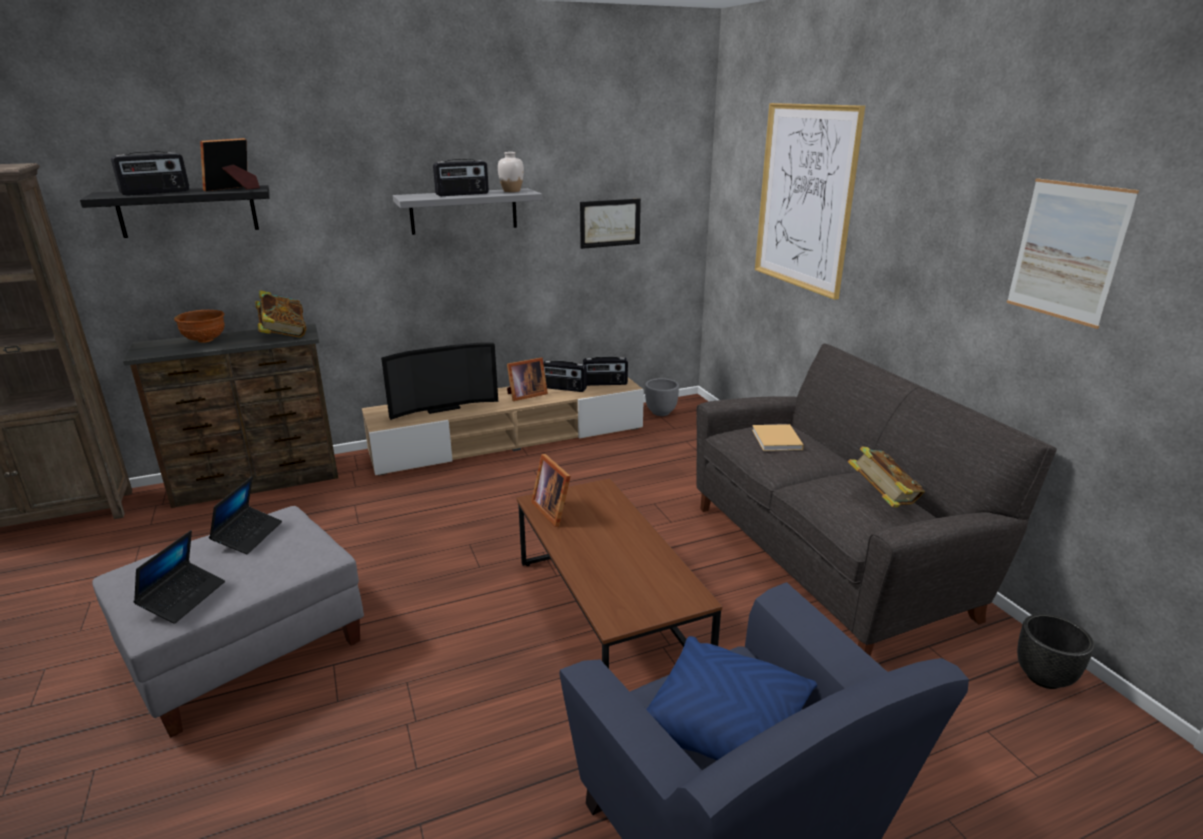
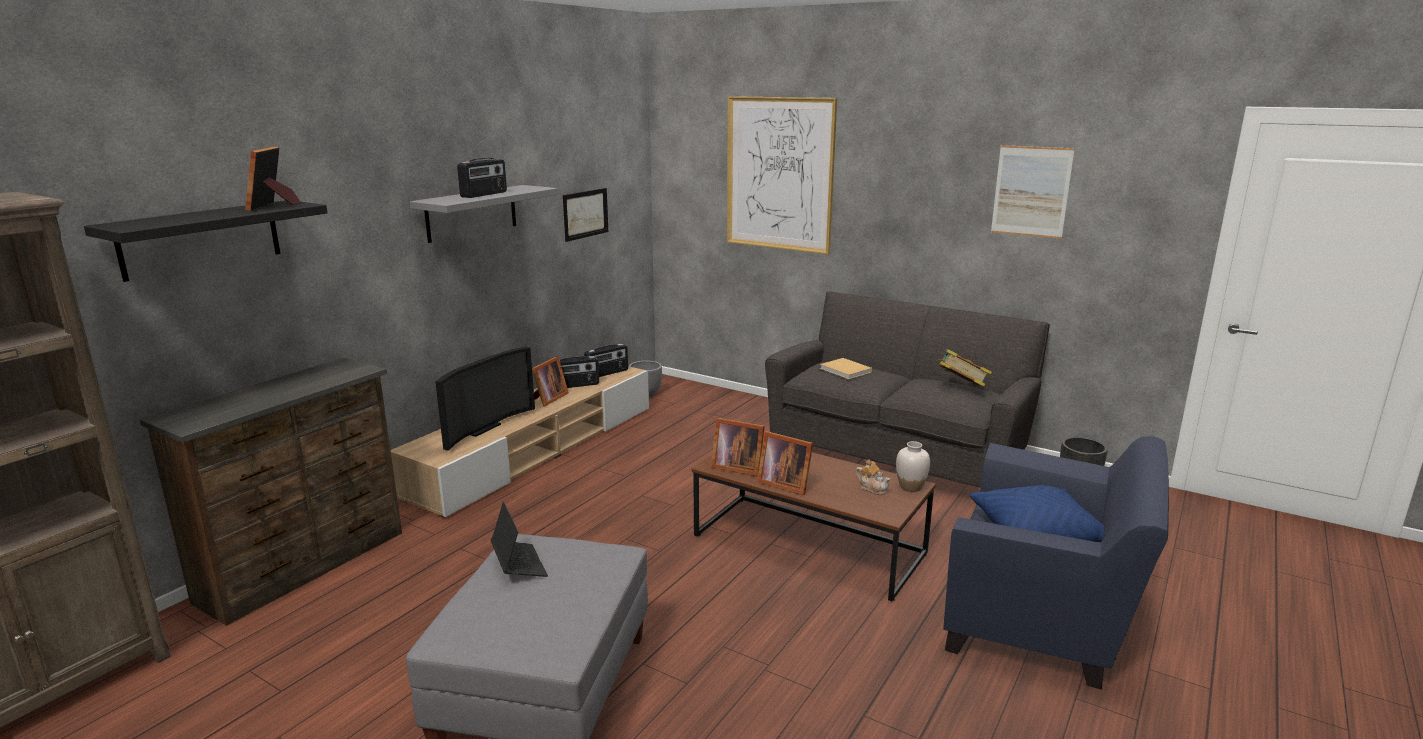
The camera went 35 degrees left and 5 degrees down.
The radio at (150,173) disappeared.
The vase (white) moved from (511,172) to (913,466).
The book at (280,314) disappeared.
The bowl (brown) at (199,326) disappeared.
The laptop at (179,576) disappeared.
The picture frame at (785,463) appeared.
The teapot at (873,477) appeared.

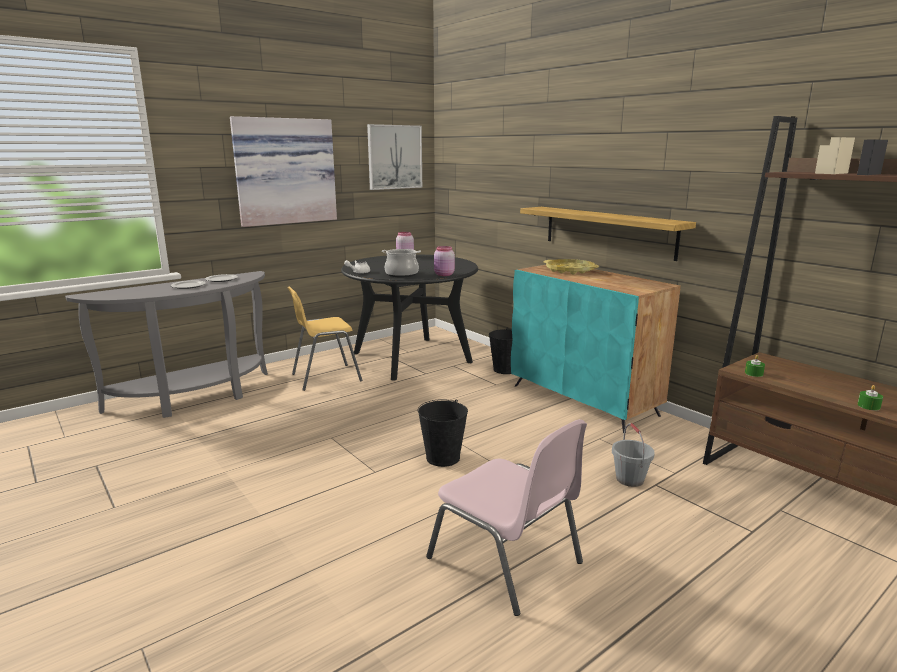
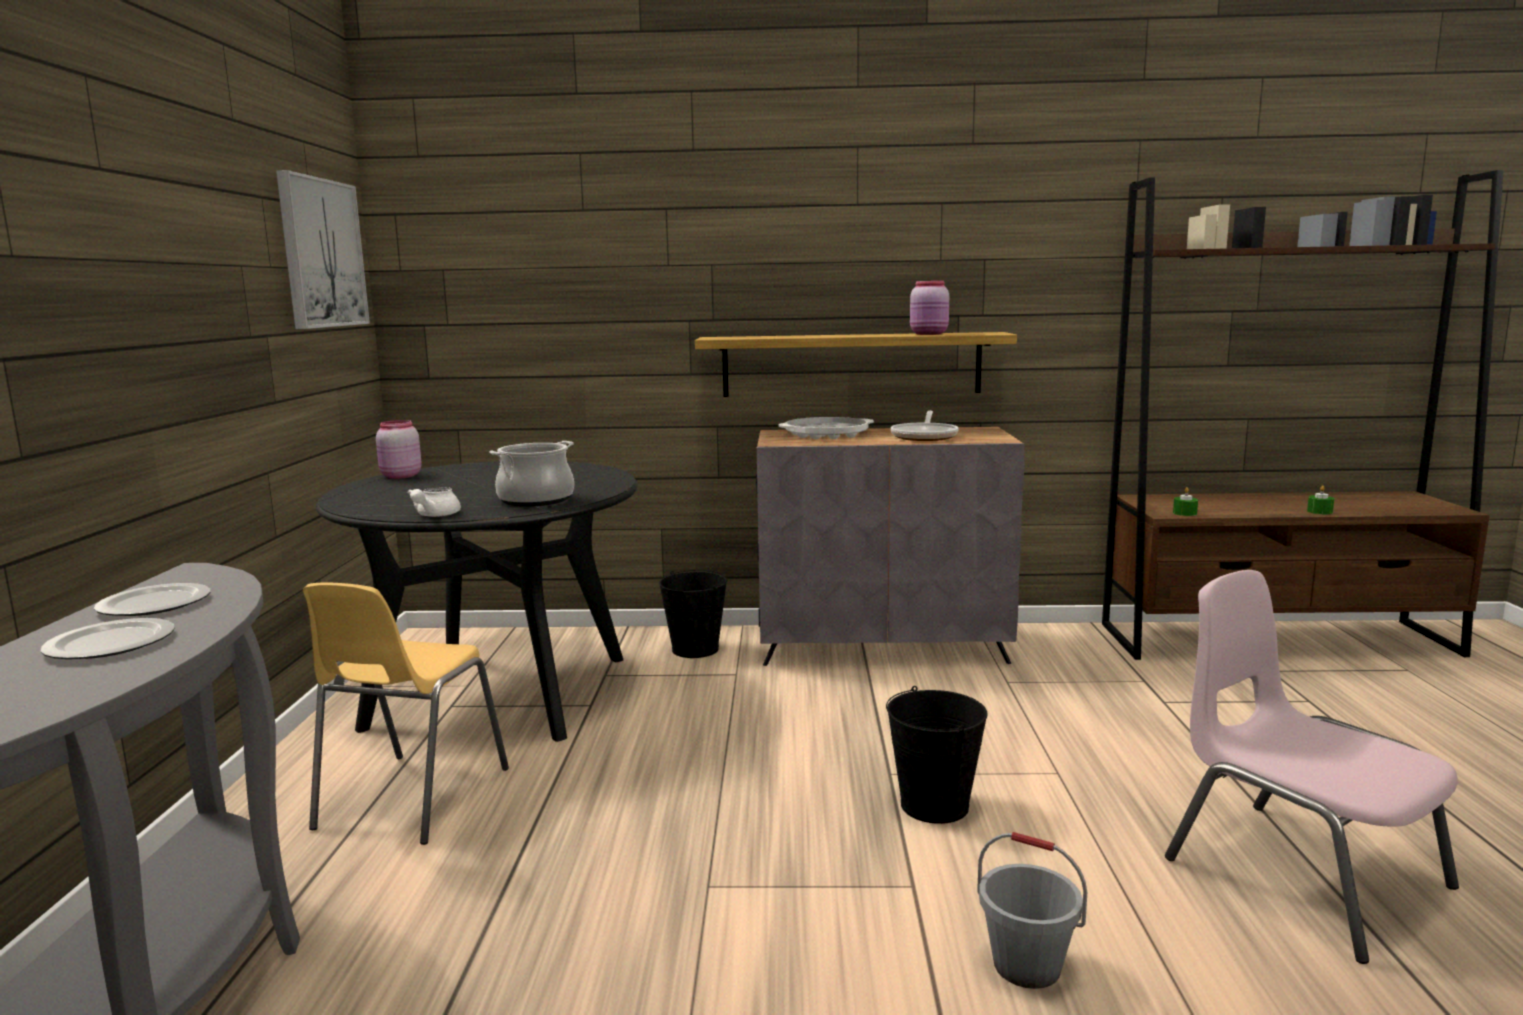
The camera went 50 degrees left and 5 degrees down.
The picture at (283,171) disappeared.
The jar (pink) moved from (444,261) to (929,308).
The tray (yellow) at (571,266) became the tray (white) at (826,428).
The cabinet (turquoise) at (596,349) became the cabinet (grey) at (890,546).
The chair (pink) at (506,517) turned 120 degrees counterclockwise.
The bucket (grey) moved from (633,455) to (1032,910).
The frying pan at (924,426) appeared.

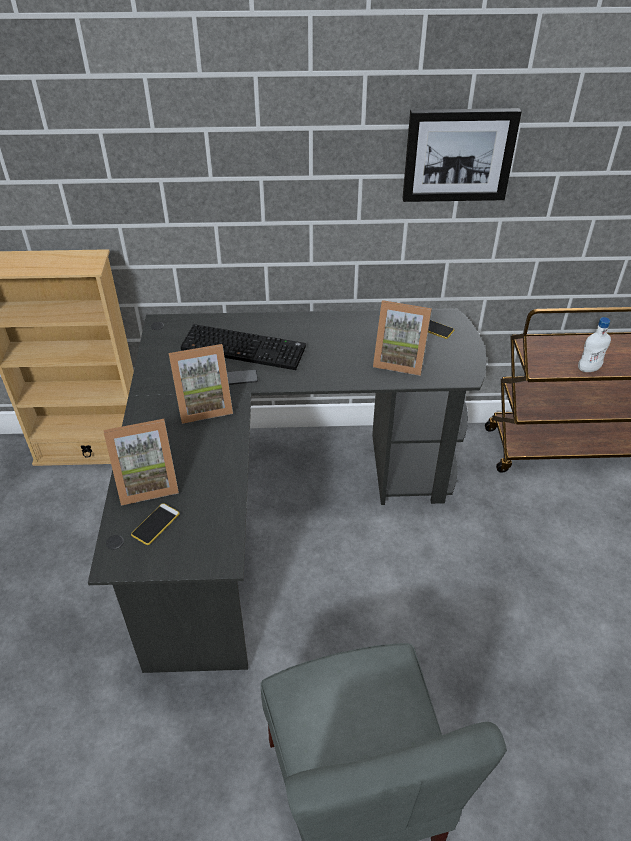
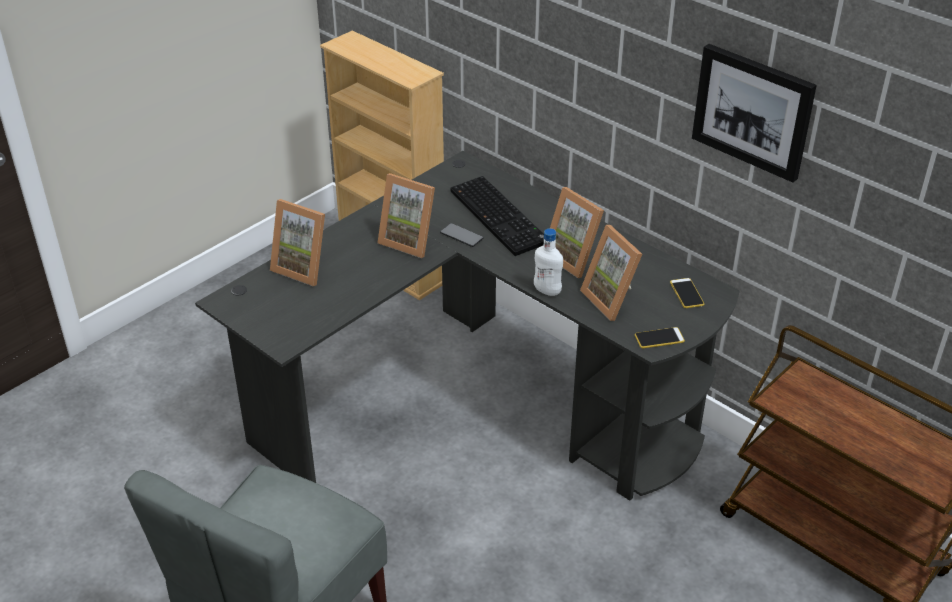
The camera went 45 degrees right and 5 degrees down.
The bottle (white) moved from (594,344) to (548,262).
The phone moved from (155,524) to (660,337).
The picture frame at (577,232) appeared.

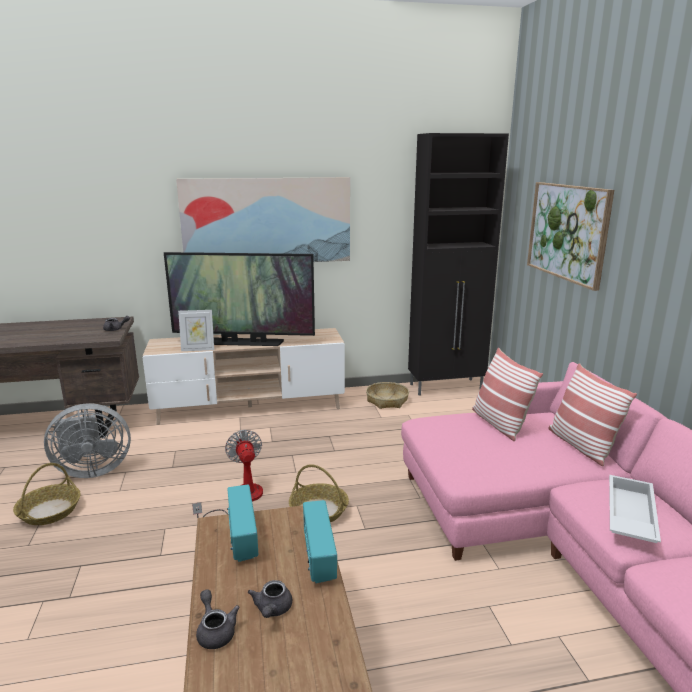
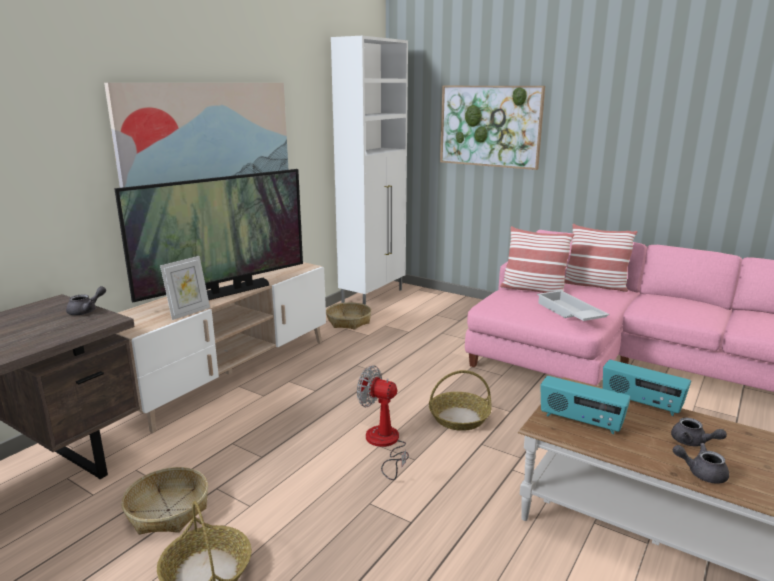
The camera went 45 degrees left and 0 degrees up.
The cabinet (black) at (458,264) became the cabinet (white) at (369,170).
The fan (grey) at (87,440) was replaced by the basket at (164,500).
The tray (white) moved from (635,509) to (573,305).

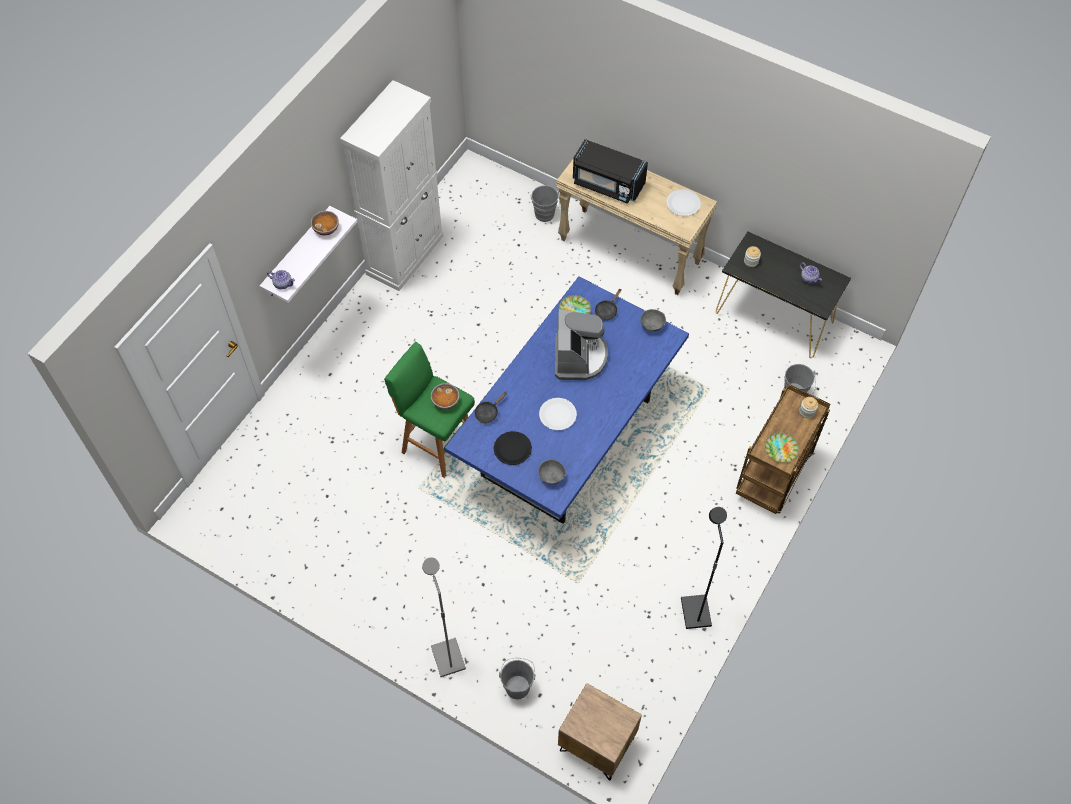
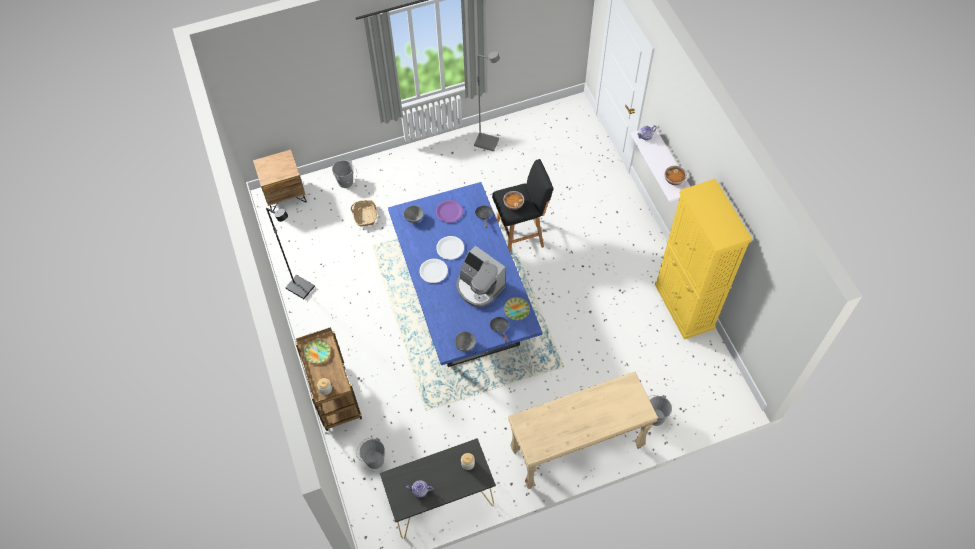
The camera went 130 degrees right and 0 degrees up.
The cabinet (white) at (391,185) became the cabinet (yellow) at (703,259).
The microwave (black) at (610,171) disappeared.
The plate (white) moved from (683,202) to (433,271).
The stool (green) at (429,410) became the stool (black) at (522,206).
The plate (black) at (513,448) became the plate (purple) at (449,211).
The floor lamp (grey) moved from (444,617) to (487,101).
The basket at (364,213) appeared.

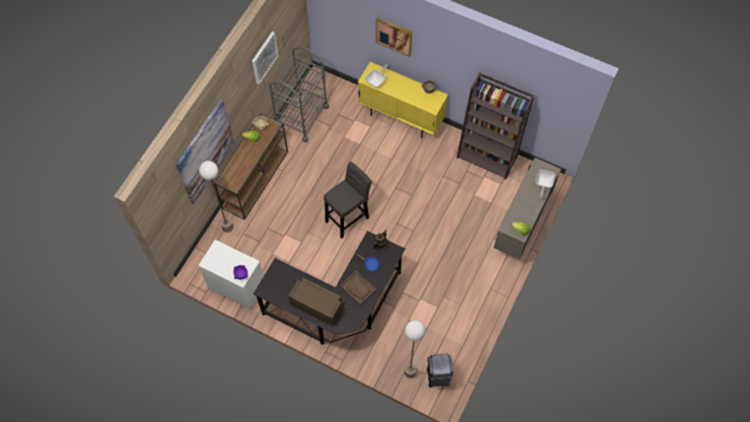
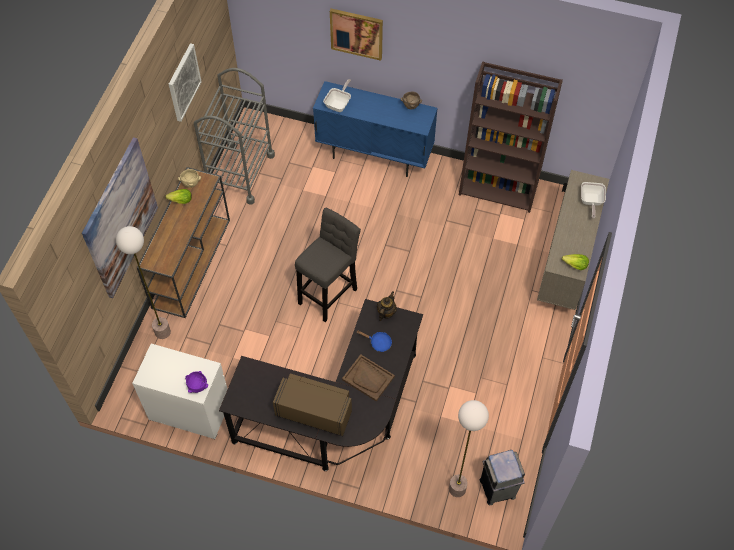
The camera went 10 degrees left and 5 degrees down.
The cabinet (yellow) at (403,100) became the cabinet (blue) at (375,129).

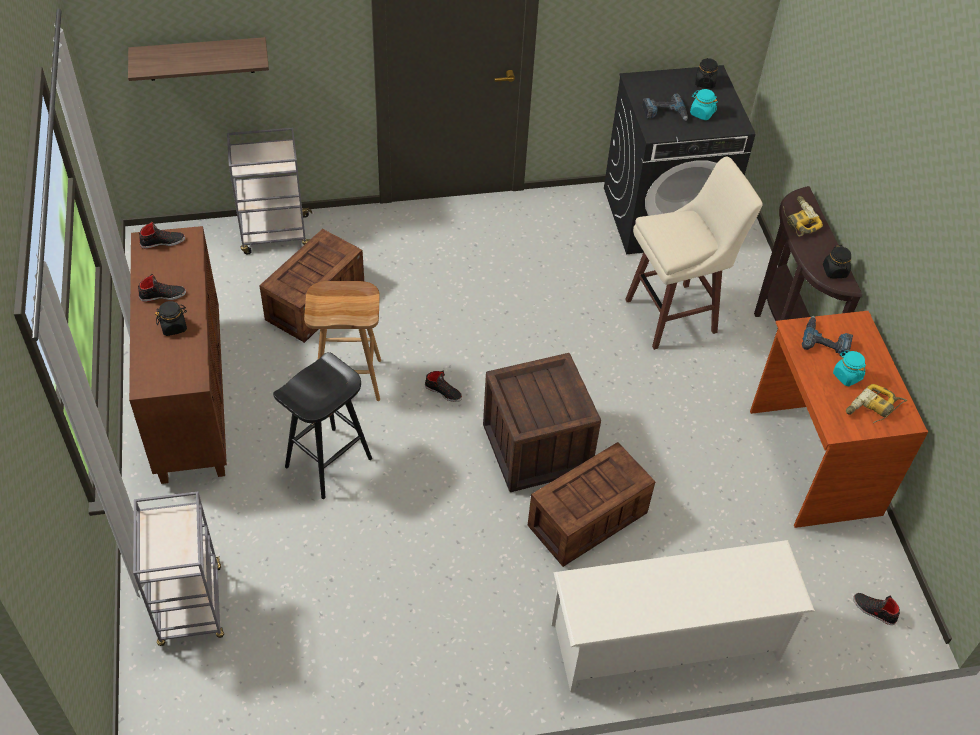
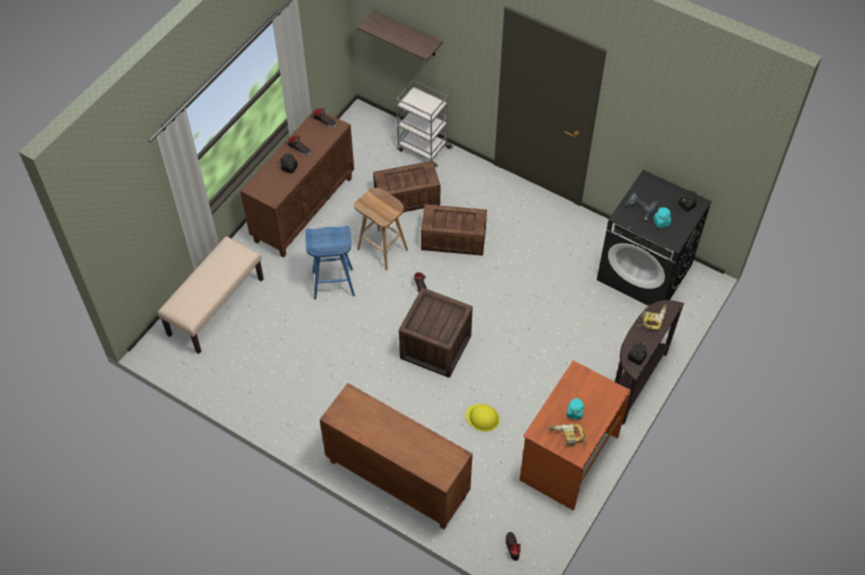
The camera went 45 degrees right and 5 degrees up.
The stool (beige) at (694,253) disappeared.
The power drill at (827,336) disappeared.
The stool (black) at (322,425) became the stool (blue) at (330,263).
The crate moved from (592,504) to (454,230).
The cart (grey) at (178,569) was replaced by the bench (beige) at (211,295).
The shoe rack (white) at (683,616) was replaced by the cabinet (brown) at (396,456).
The hard hat (yellow) at (482,418) appeared.

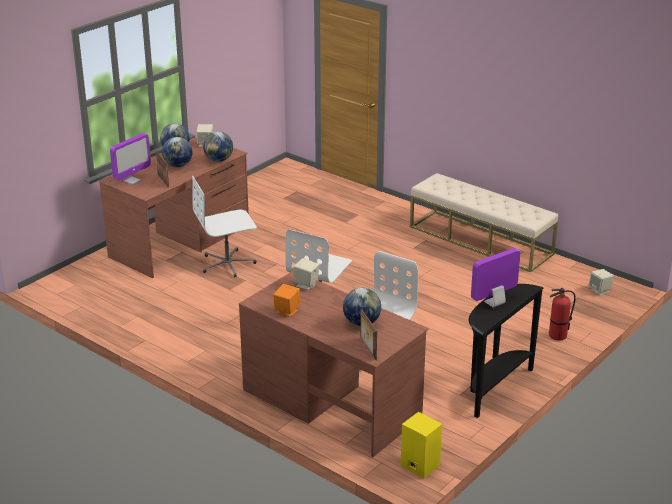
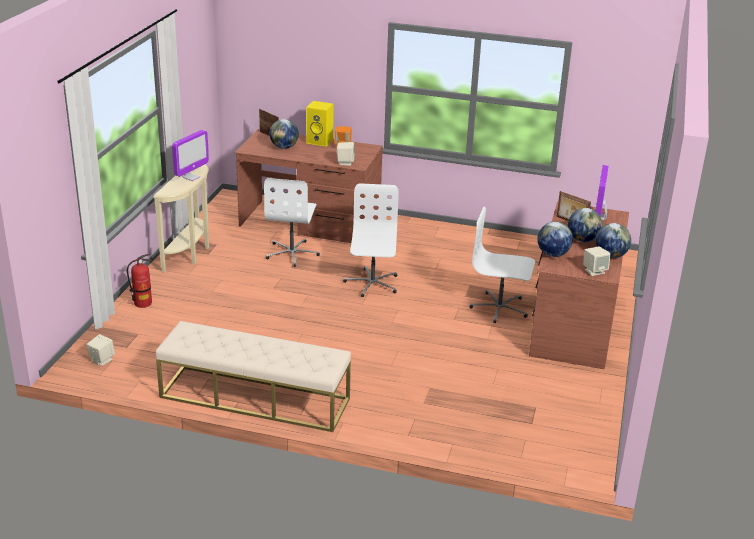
The camera went 155 degrees right and 0 degrees up.
The office chair (white) at (224,226) turned 120 degrees counterclockwise.
The console table (black) at (506,351) became the console table (beige) at (181,218).
The speaker (yellow) moved from (421,445) to (320,124).

